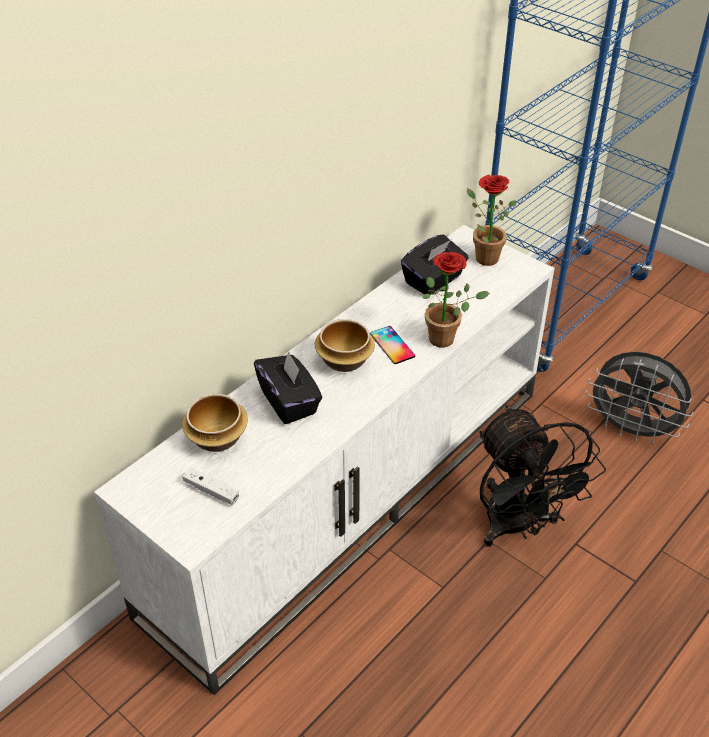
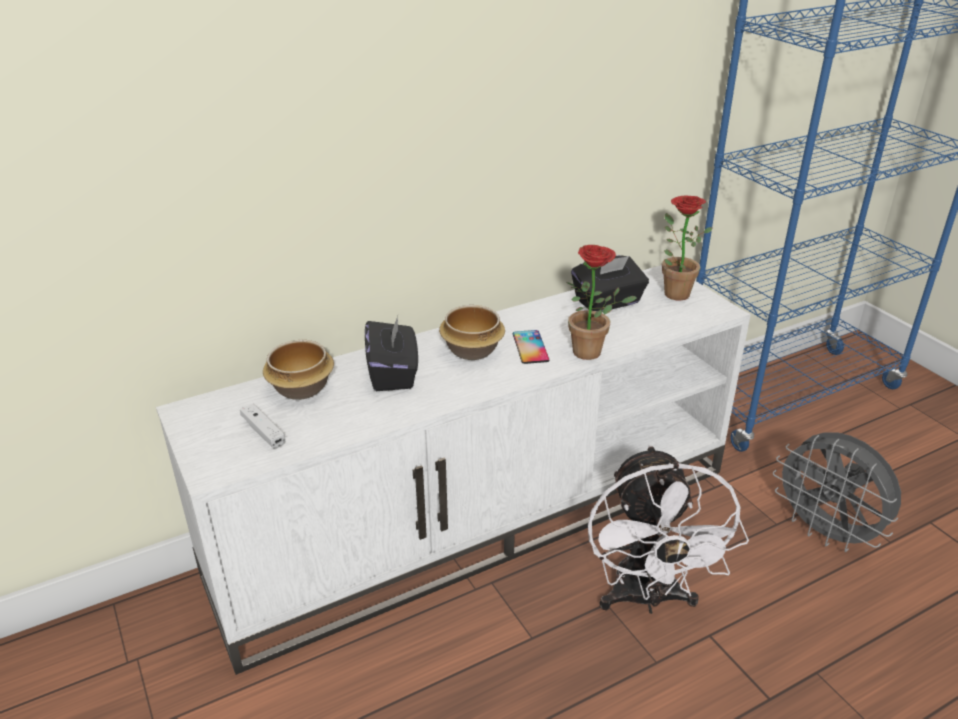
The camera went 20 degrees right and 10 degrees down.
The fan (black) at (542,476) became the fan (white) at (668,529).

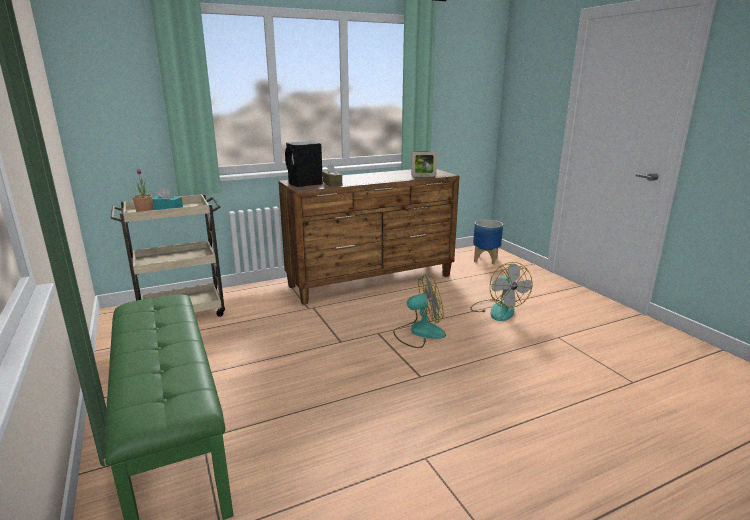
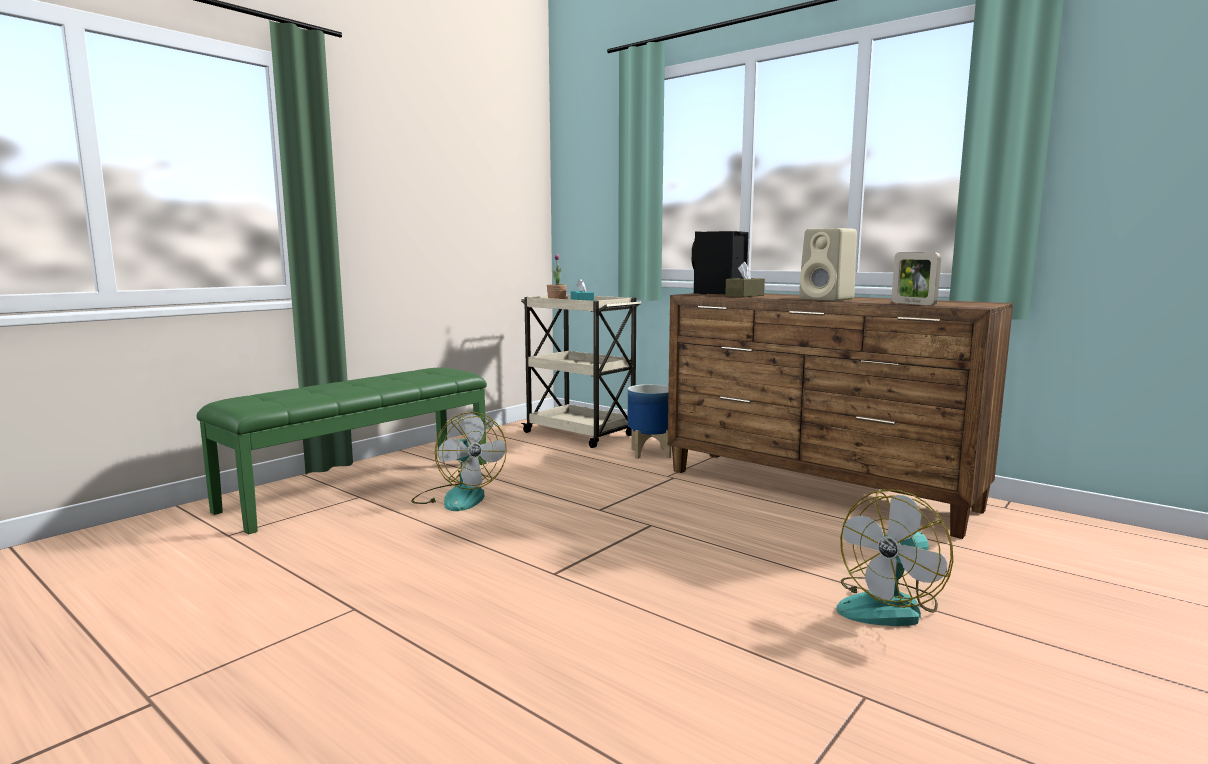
The camera went 65 degrees right and 10 degrees down.
The planter moved from (488,242) to (649,421).
The fan moved from (419,311) to (459,461).
The speaker (beige) at (828,264) appeared.

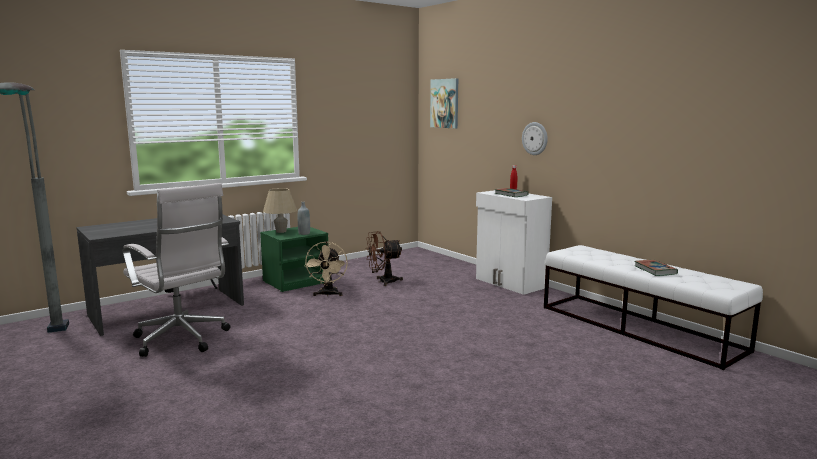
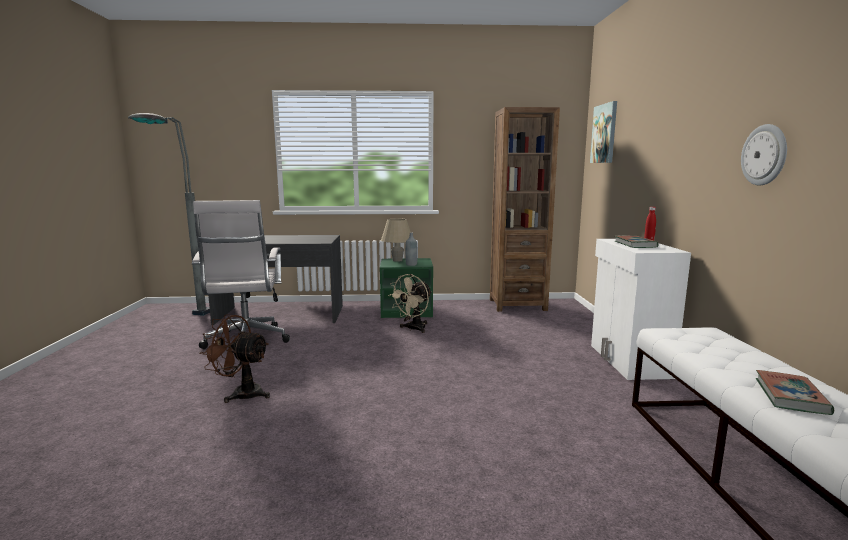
The camera went 35 degrees right and 0 degrees up.
The wall clock moved from (535,138) to (764,155).
The fan (brown) moved from (384,258) to (234,358).
The bookcase (brown) at (525,209) appeared.

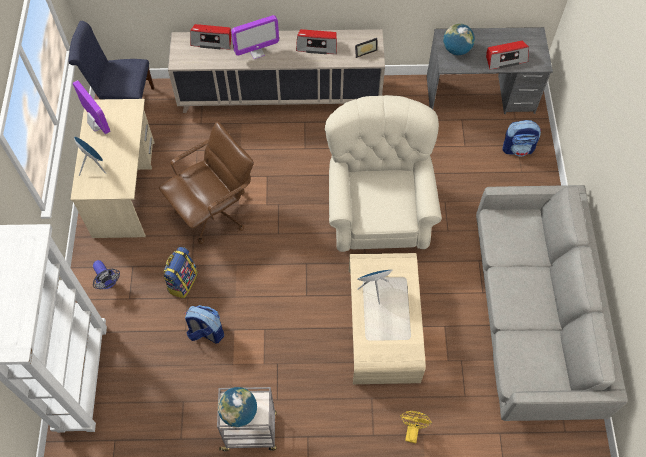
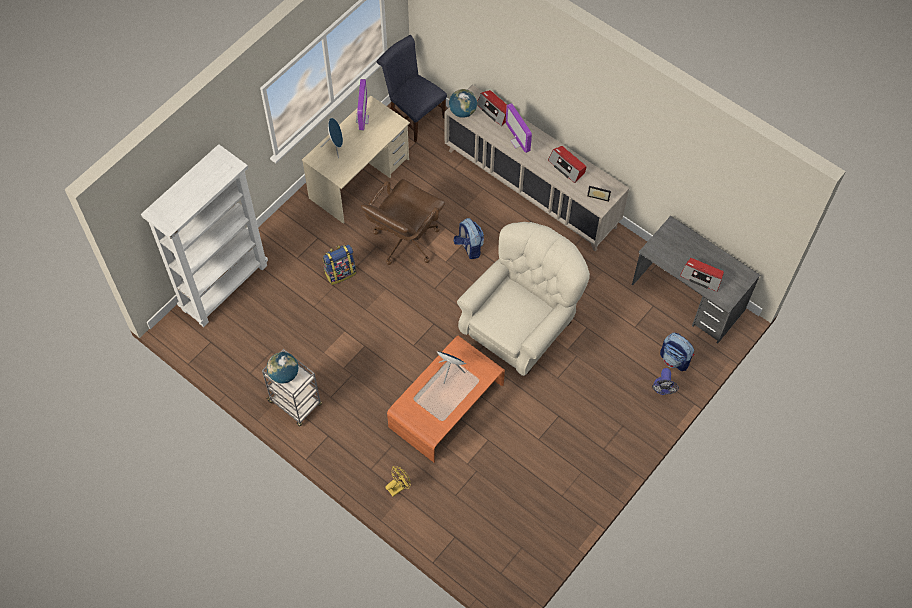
The camera went 40 degrees right and 0 degrees up.
The monitor at (255,37) turned 45 degrees clockwise.
The globe moved from (459,39) to (463,103).
The office chair (brown) at (206,182) turned 120 degrees clockwise.
The sofa (grey) at (552,303) disappeared.
The coffee table (beige) at (387,318) became the coffee table (orange) at (446,399).
The fan moved from (106,274) to (665,381).
The backpack moved from (204,324) to (469,238).

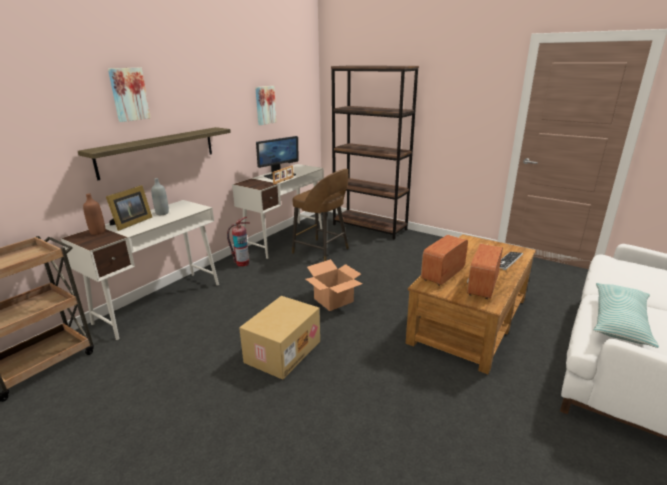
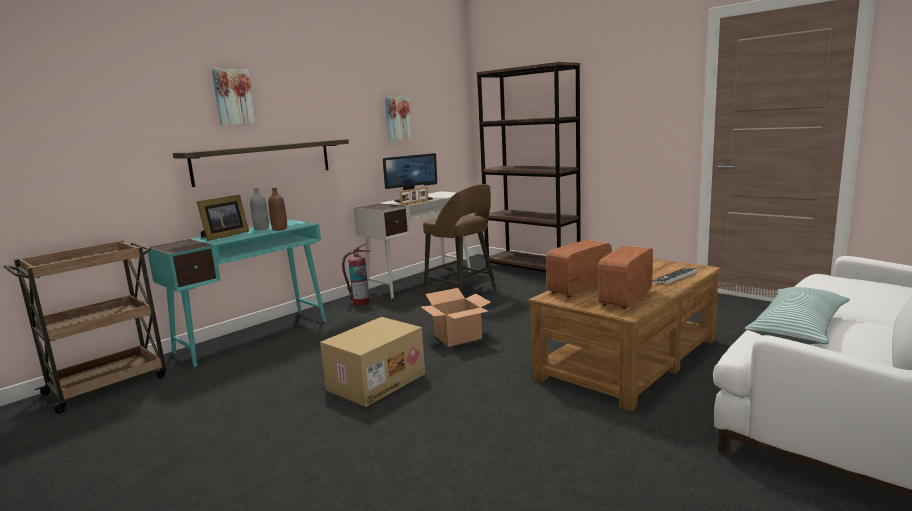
The camera went 10 degrees right and 10 degrees down.
The bottle (brown) moved from (94,214) to (277,209).
The desk (white) at (140,270) became the desk (turquoise) at (237,293).

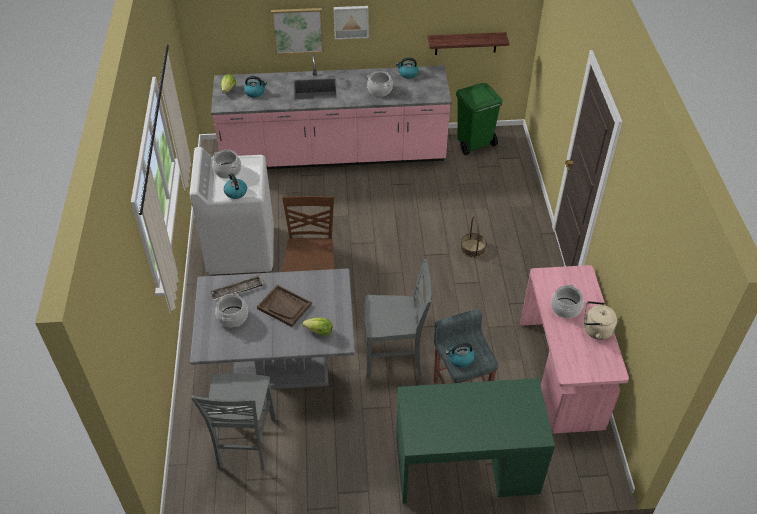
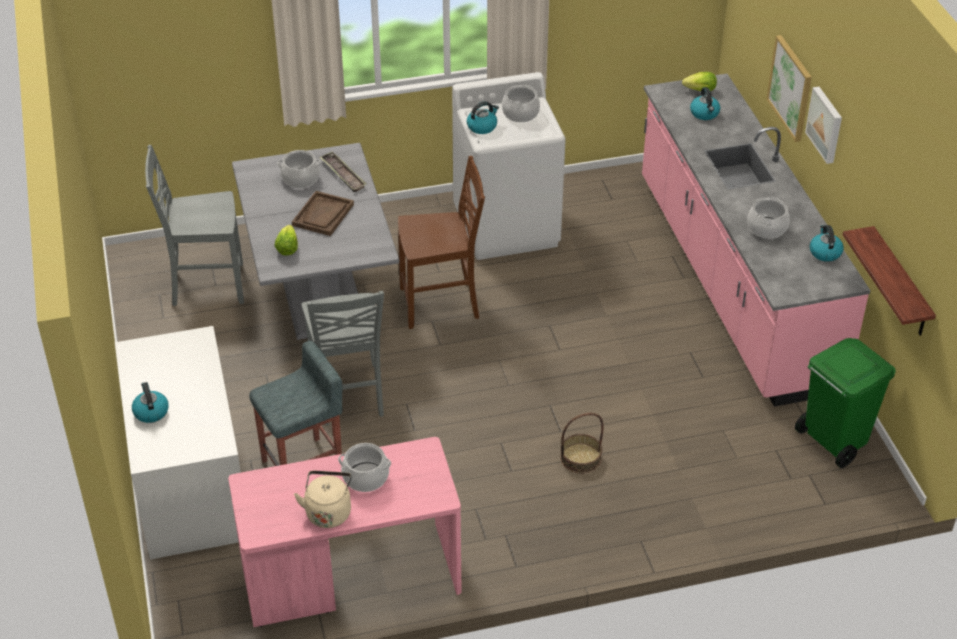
The camera went 80 degrees right and 5 degrees down.
The kettle moved from (460,355) to (150,402).
The desk (green) at (475,441) became the desk (white) at (178,443).

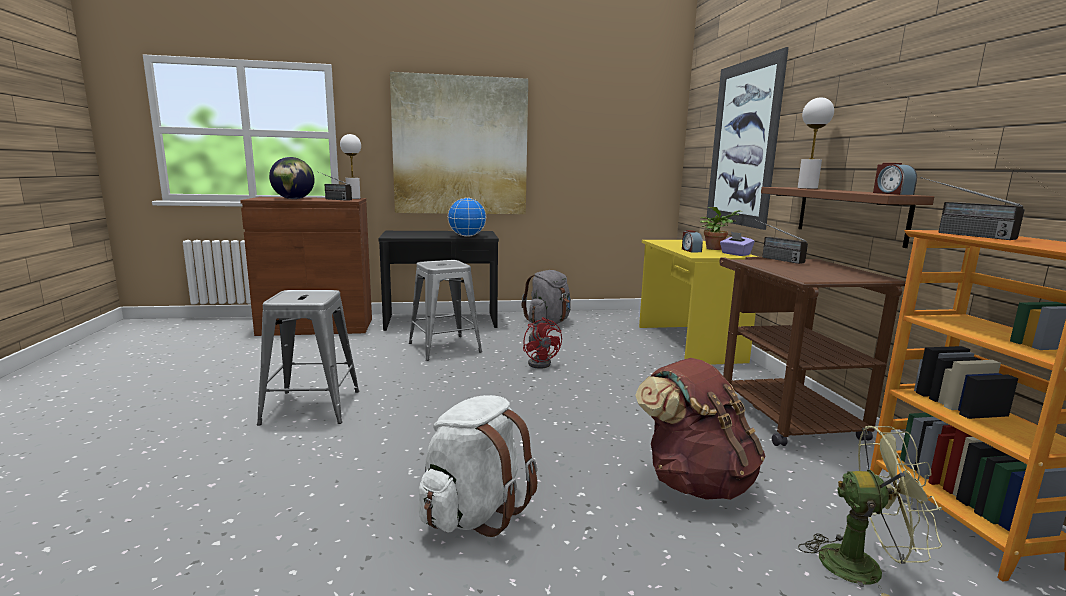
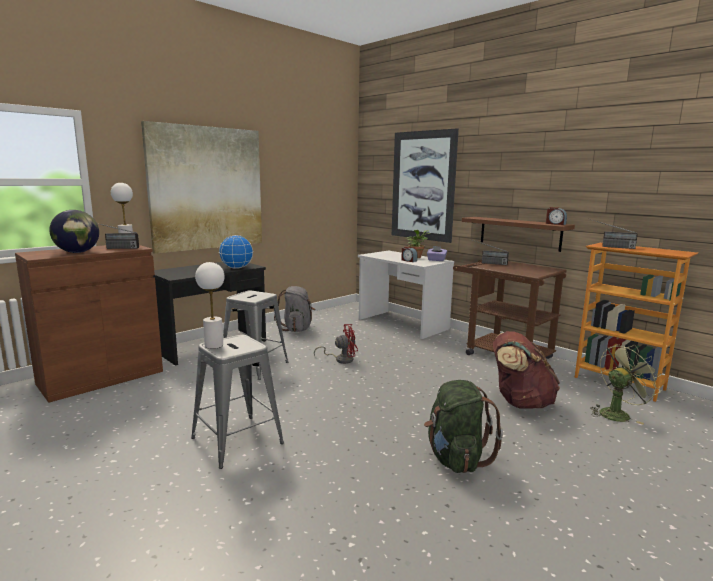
The camera went 35 degrees left and 0 degrees up.
The table lamp (white) moved from (816,143) to (209,305).
The desk (yellow) at (698,302) became the desk (white) at (406,295).
The fan (red) at (542,343) turned 45 degrees counterclockwise.
The backpack (white) at (478,466) became the backpack (green) at (463,426).

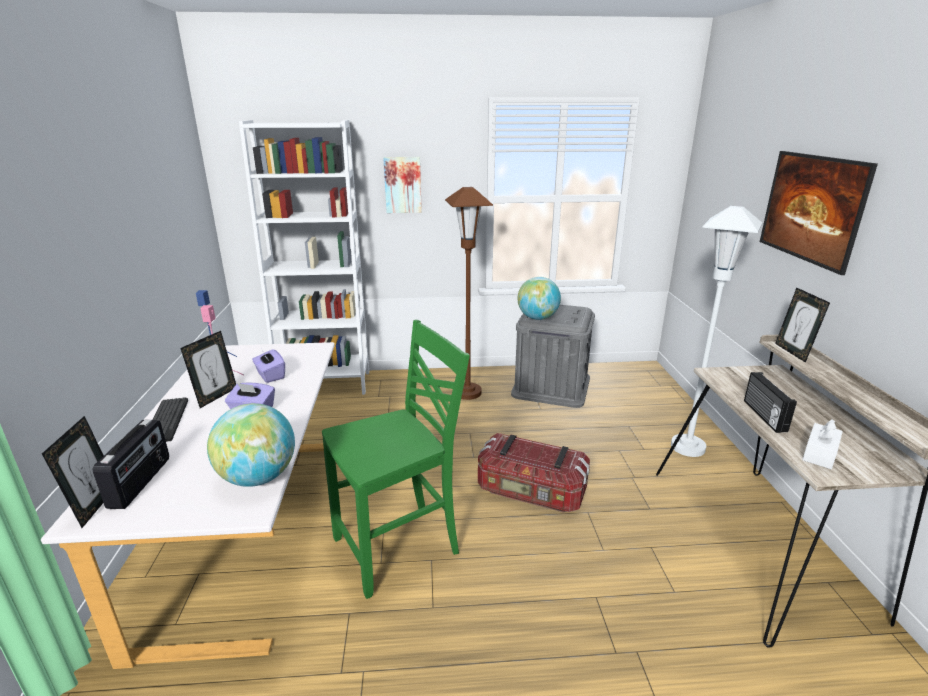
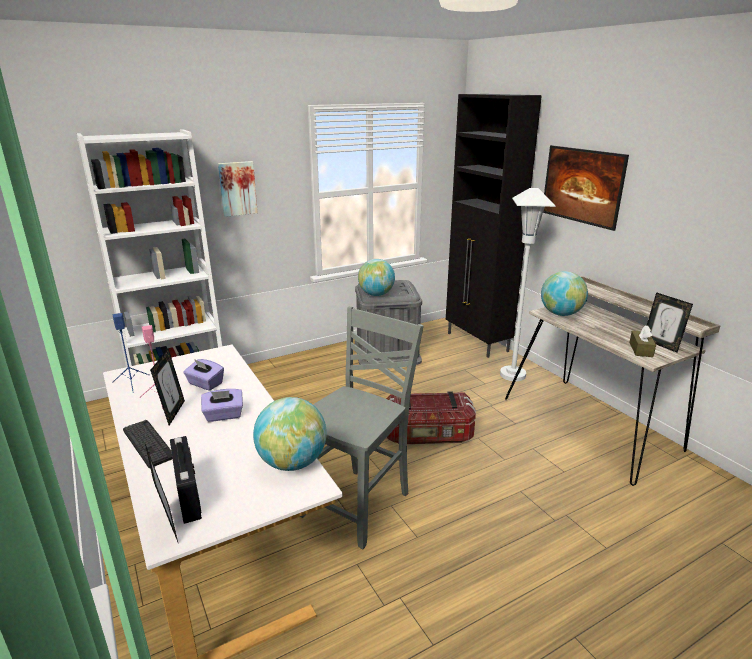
The camera went 25 degrees left and 0 degrees up.
The floor lamp (brown) at (469,293) disappeared.
The picture frame moved from (802,325) to (670,322).
The chair (green) at (396,459) became the chair (grey) at (362,428).
The radio at (770,402) disappeared.
The tissue box (white) at (822,444) became the tissue box (brown) at (642,341).
The cabinet (black) at (494,226) appeared.
The globe at (564,293) appeared.

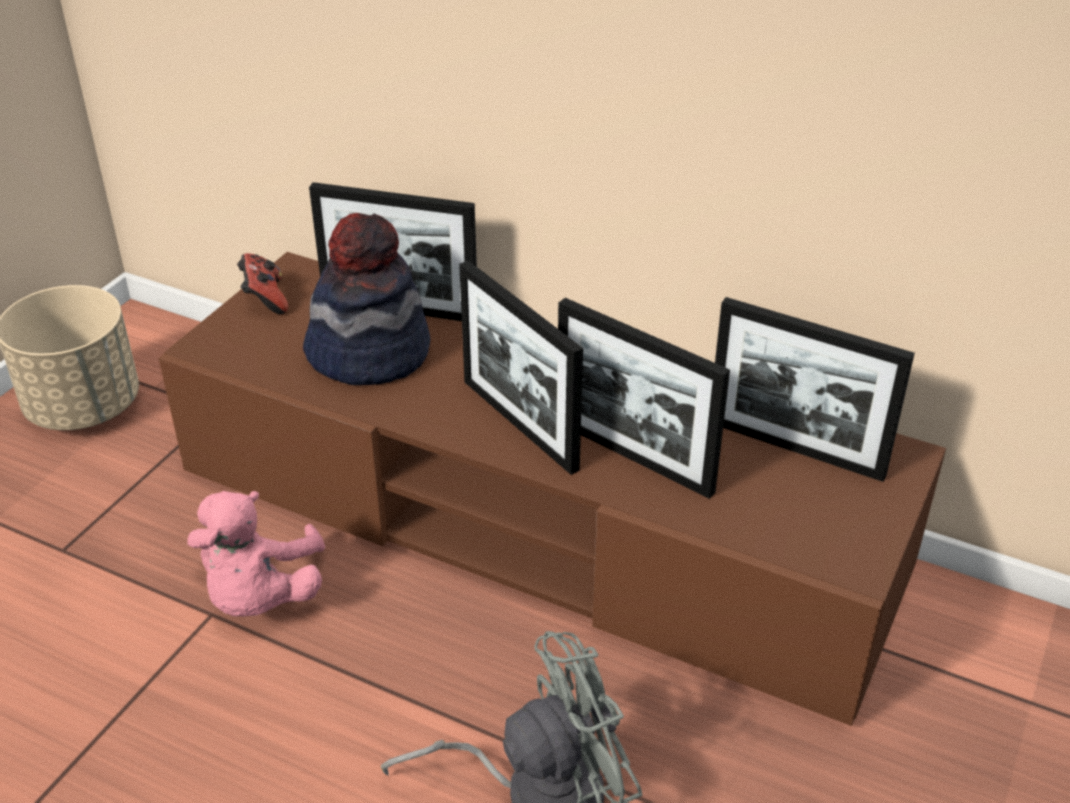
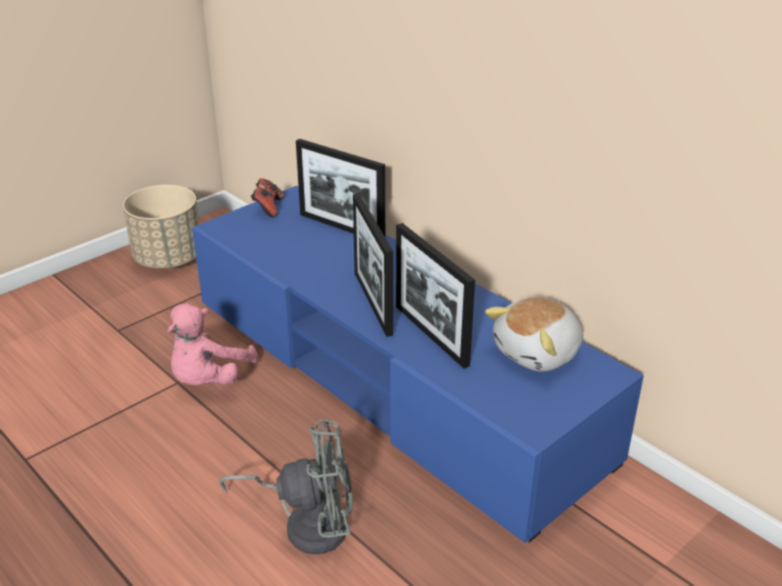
The camera went 20 degrees right and 5 degrees down.
The hat at (366,299) disappeared.
The tv stand (brown) at (552,489) became the tv stand (blue) at (418,364).
The picture frame at (815,389) was replaced by the plush toy at (534,334).

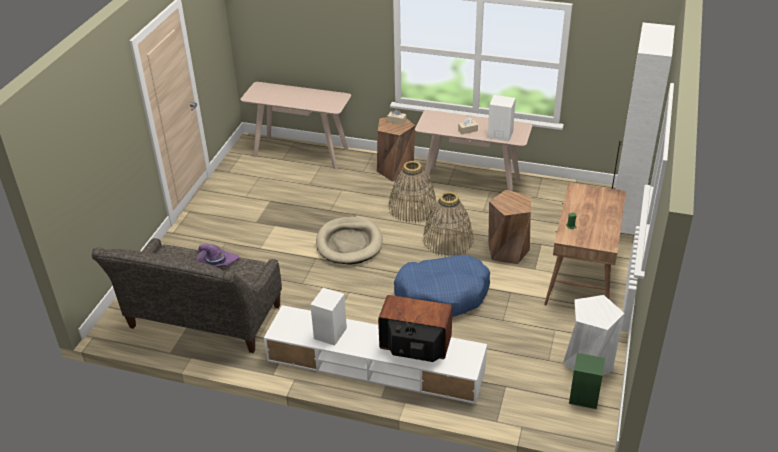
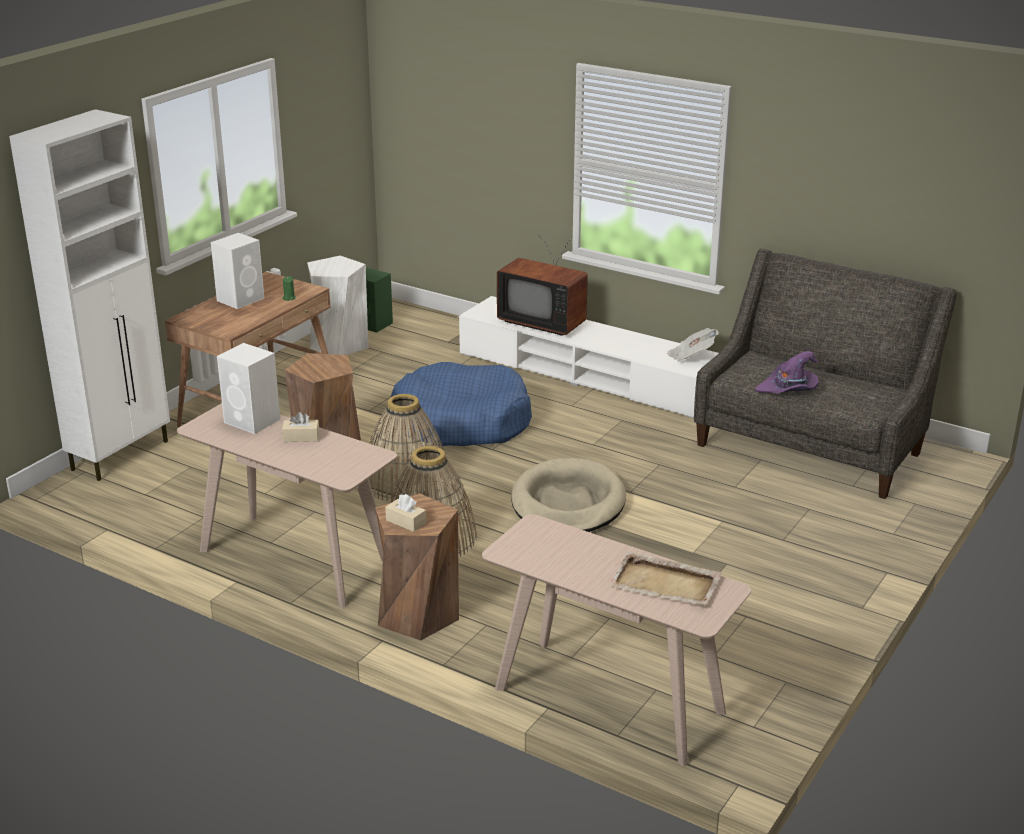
The camera went 165 degrees left and 10 degrees down.
The speaker (white) moved from (328,317) to (237,271).
The newspaper at (693,345) appeared.
The tray (beige) at (665,579) appeared.

